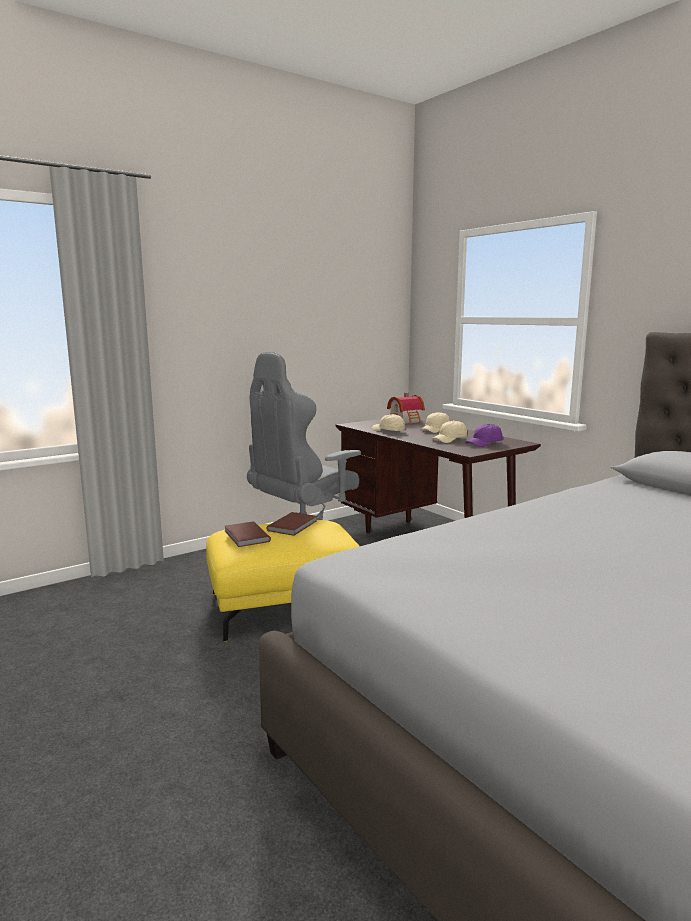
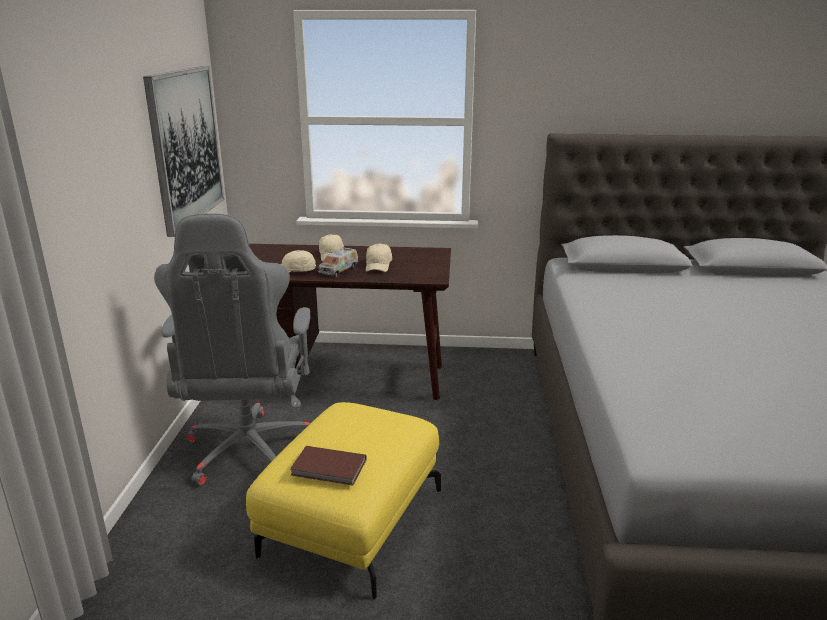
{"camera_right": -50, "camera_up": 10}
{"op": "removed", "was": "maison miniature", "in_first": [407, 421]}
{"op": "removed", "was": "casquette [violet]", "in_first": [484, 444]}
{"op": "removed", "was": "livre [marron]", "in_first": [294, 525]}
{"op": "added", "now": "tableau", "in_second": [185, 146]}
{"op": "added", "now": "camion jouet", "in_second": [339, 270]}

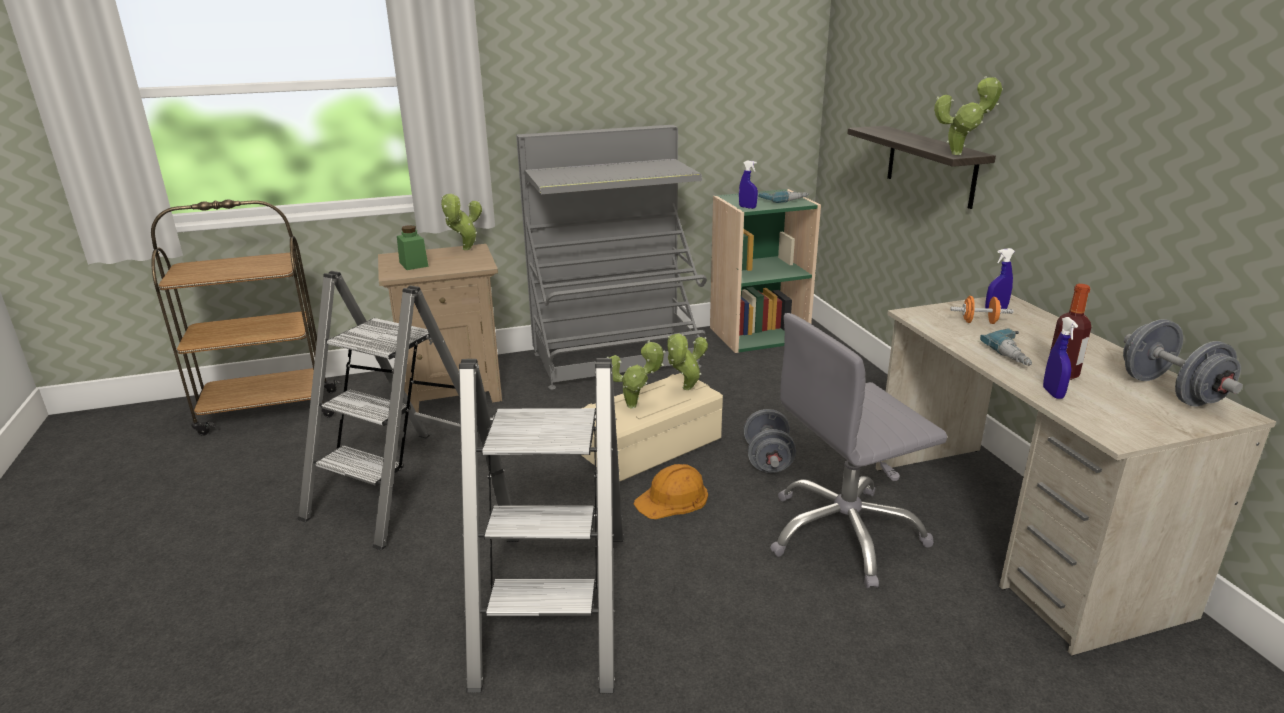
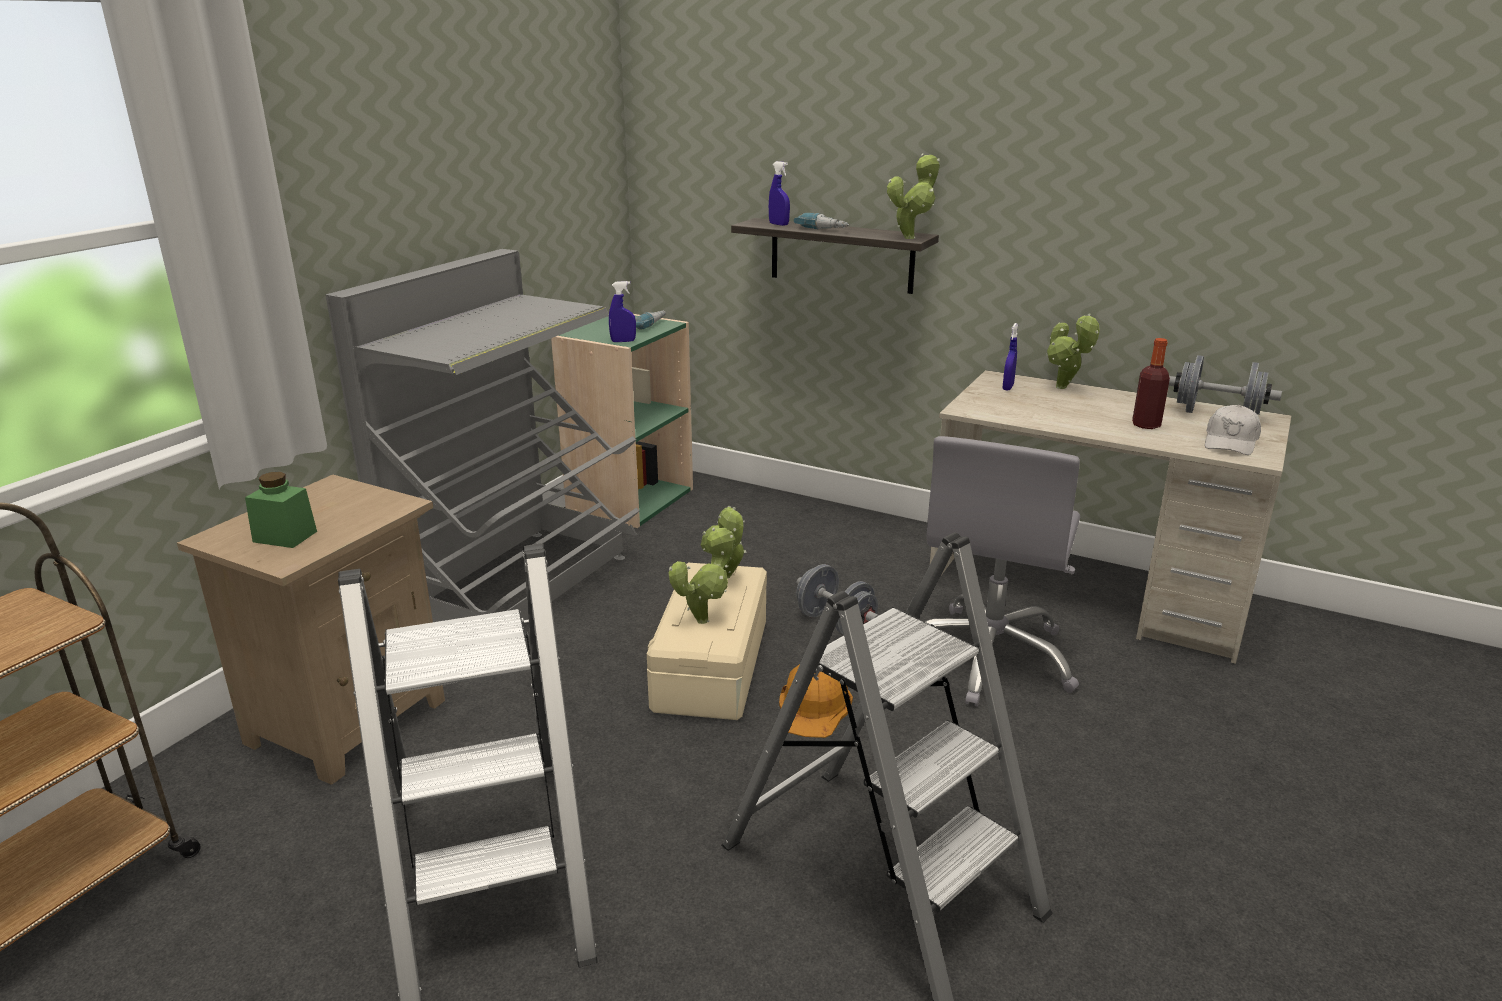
{"camera_right": -45, "camera_up": 0}
{"op": "moved", "was": "plante en pot", "in_first": [465, 250], "in_second": [1064, 388]}
{"op": "removed", "was": "haltère [orange]", "in_first": [979, 322]}
{"op": "moved", "was": "vaporisateur [bleu]", "in_first": [1053, 393], "in_second": [779, 224]}
{"op": "moved", "was": "perceuse", "in_first": [1016, 355], "in_second": [825, 228]}
{"op": "added", "now": "casquette [blanc]", "in_second": [1231, 442]}

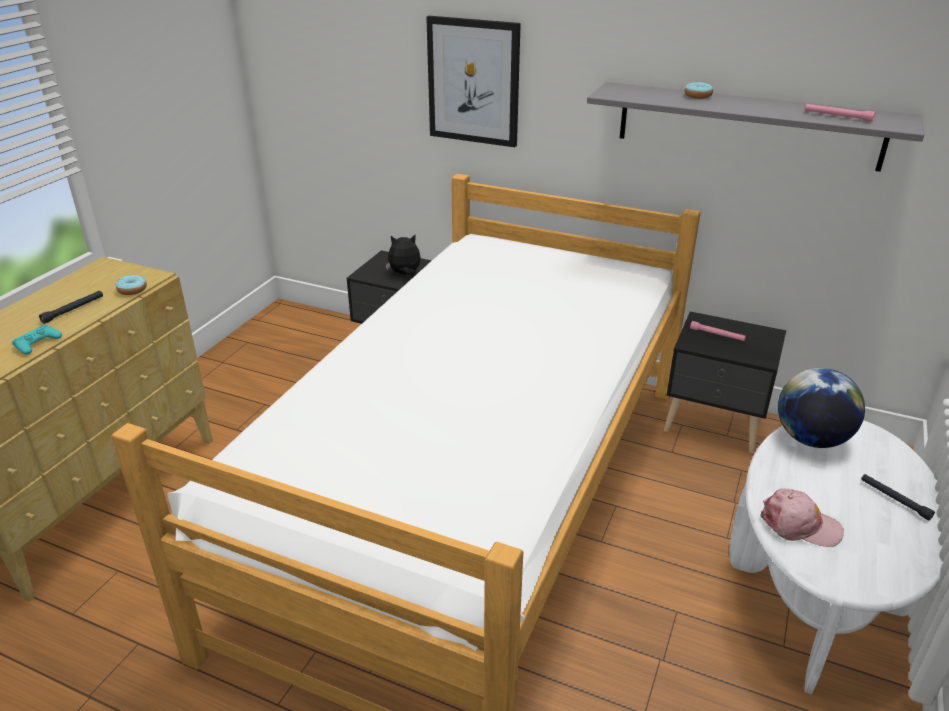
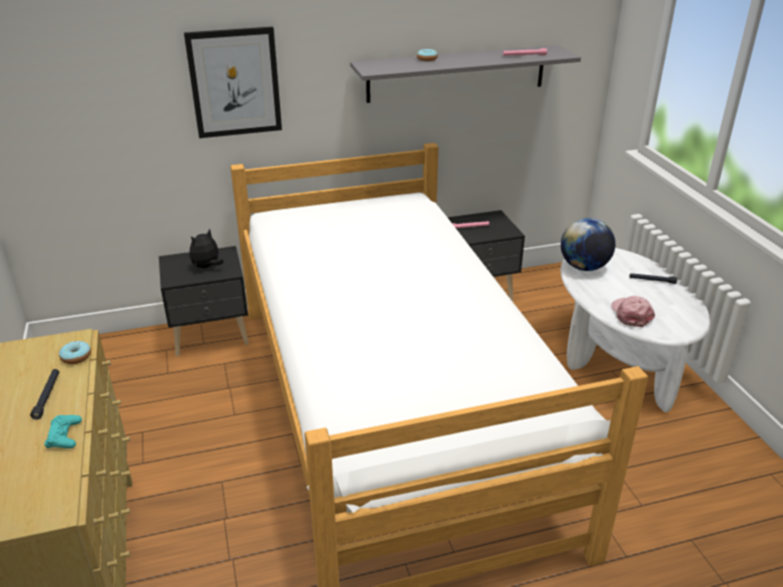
{"camera_right": -40, "camera_up": 0}
{"op": "turned", "was": "casquette [rose]", "in_first": [799, 525], "in_second": [631, 314], "clockwise": -75}

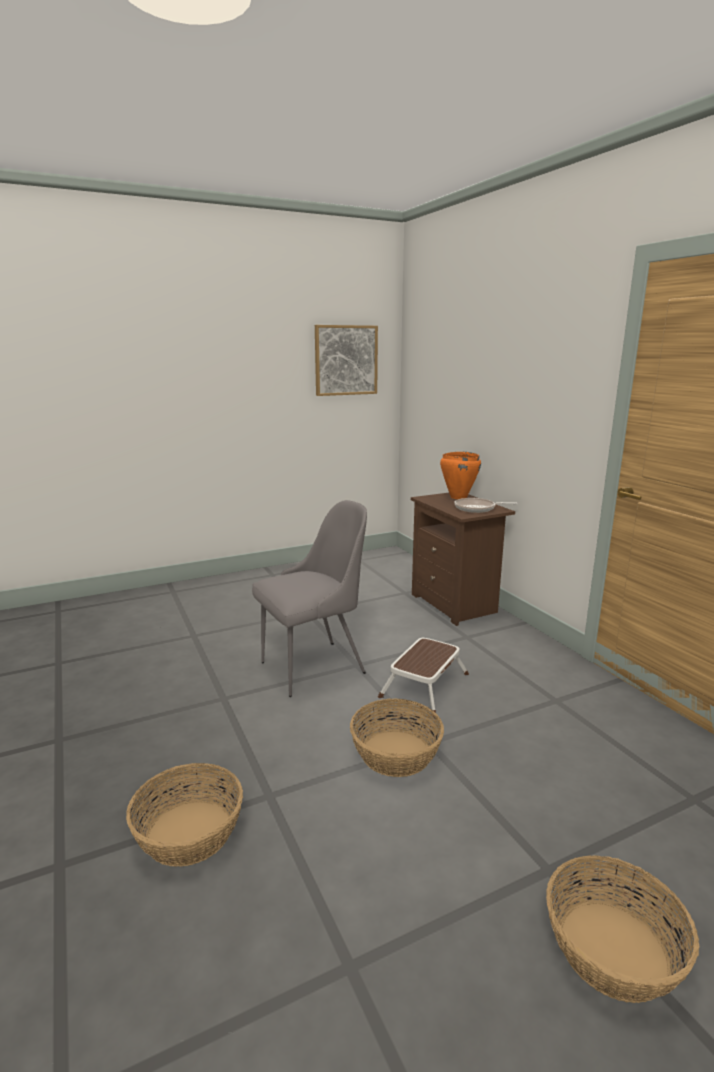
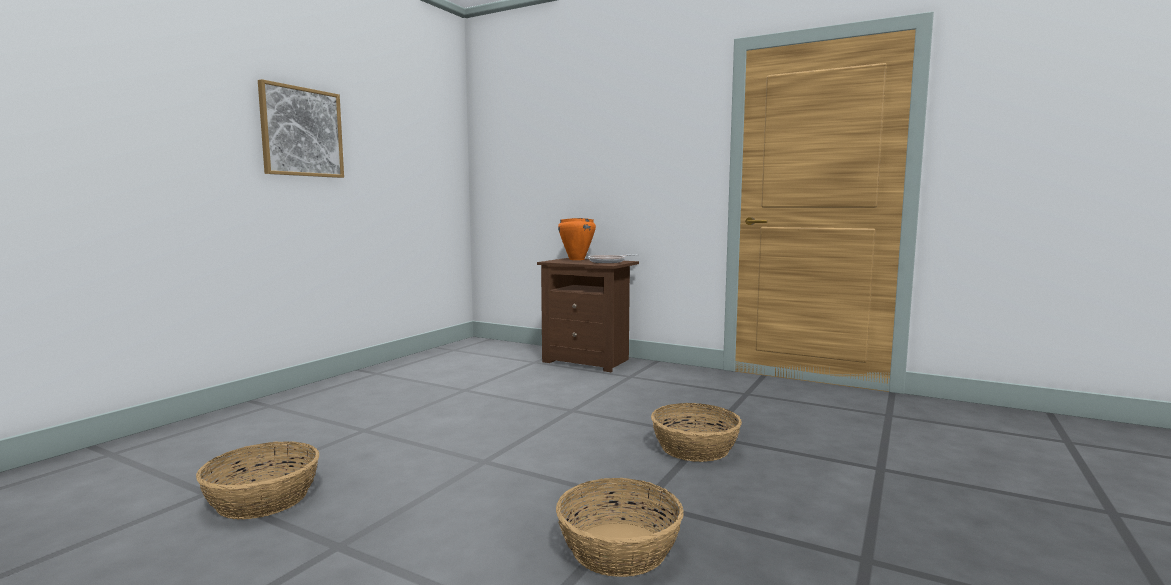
{"camera_right": -35, "camera_up": -10}
{"op": "moved", "was": "tableau", "in_first": [346, 360], "in_second": [301, 132]}
{"op": "removed", "was": "chaise [gris]", "in_first": [313, 667]}
{"op": "removed", "was": "escabeau [marron]", "in_first": [425, 685]}
{"op": "moved", "was": "panier", "in_first": [611, 948], "in_second": [262, 499]}

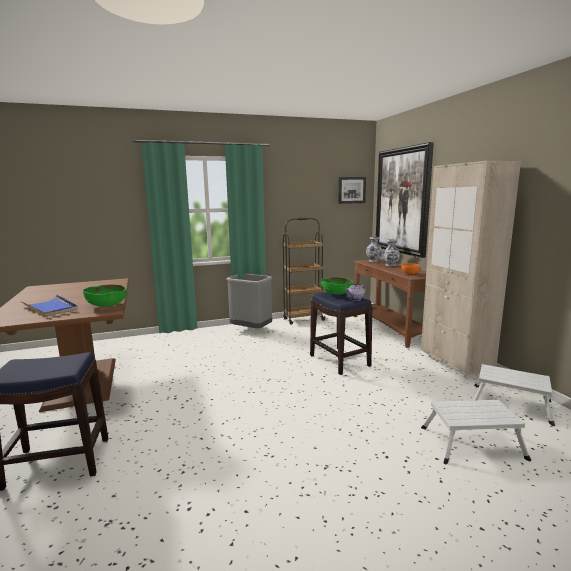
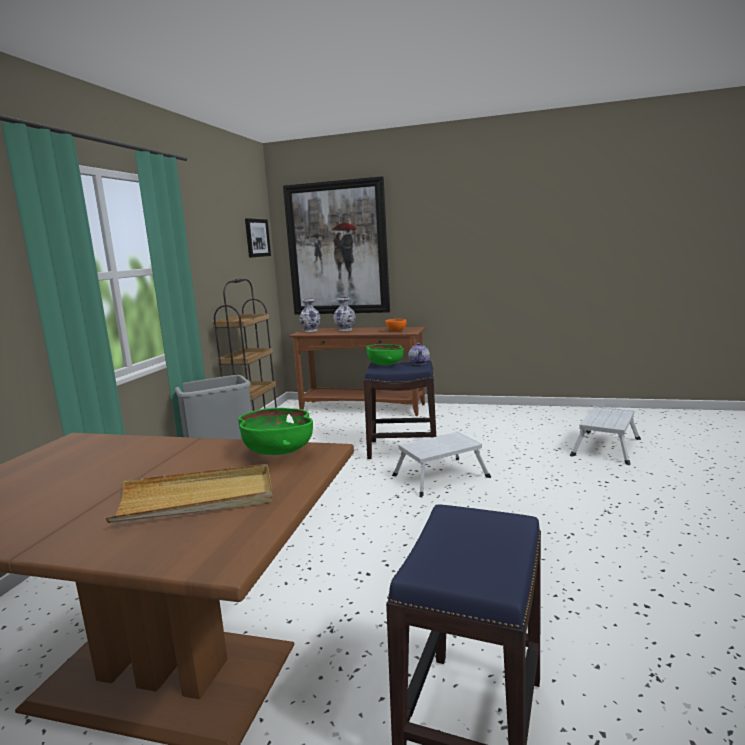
{"camera_right": -55, "camera_up": 0}
{"op": "removed", "was": "meuble de rangement [beige]", "in_first": [455, 364]}
{"op": "recoloured", "was": "plateau [bleu]", "now": "plateau [beige]", "in_first": [50, 308], "in_second": [197, 499]}
{"op": "moved", "was": "escabeau [blanc]", "in_first": [511, 404], "in_second": [441, 476]}

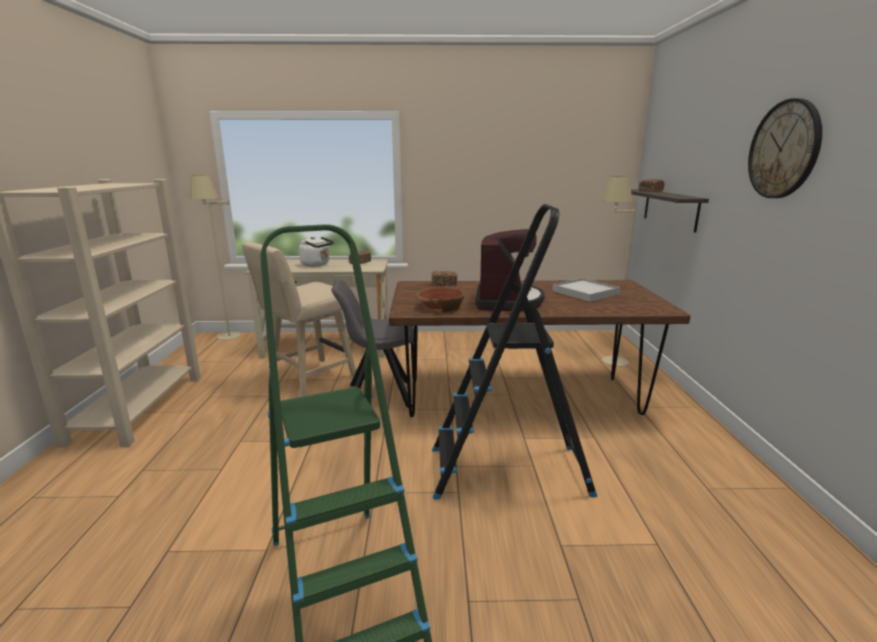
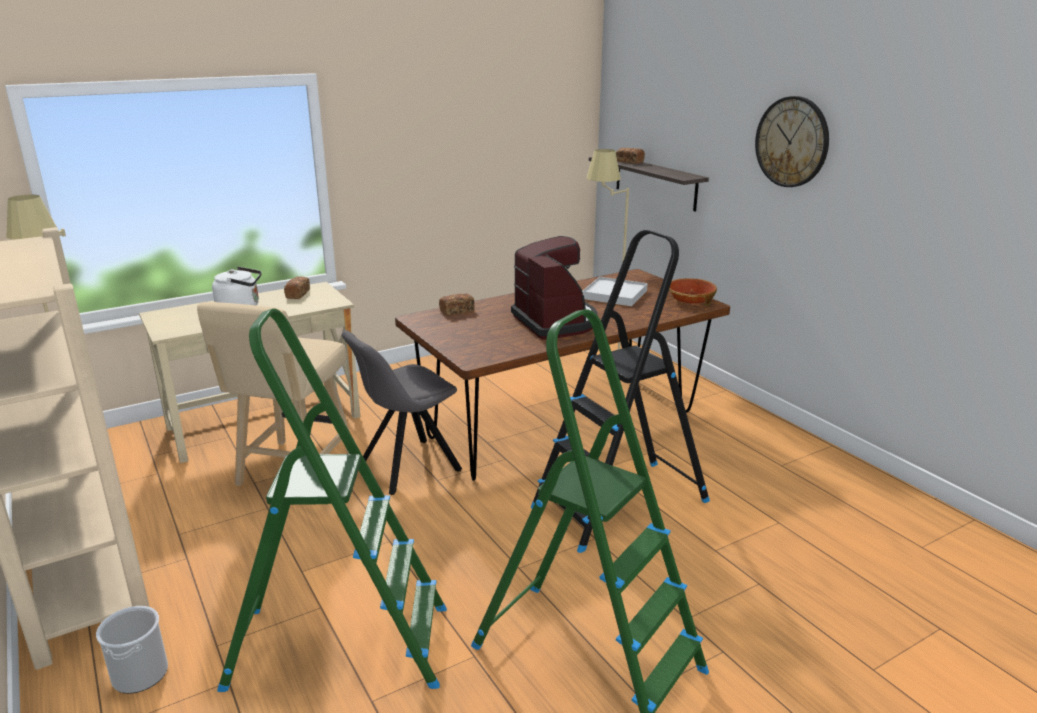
{"camera_right": -30, "camera_up": 5}
{"op": "moved", "was": "bol", "in_first": [440, 307], "in_second": [690, 300]}
{"op": "added", "now": "escabeau [vert]", "in_second": [341, 647]}
{"op": "added", "now": "seau", "in_second": [140, 674]}

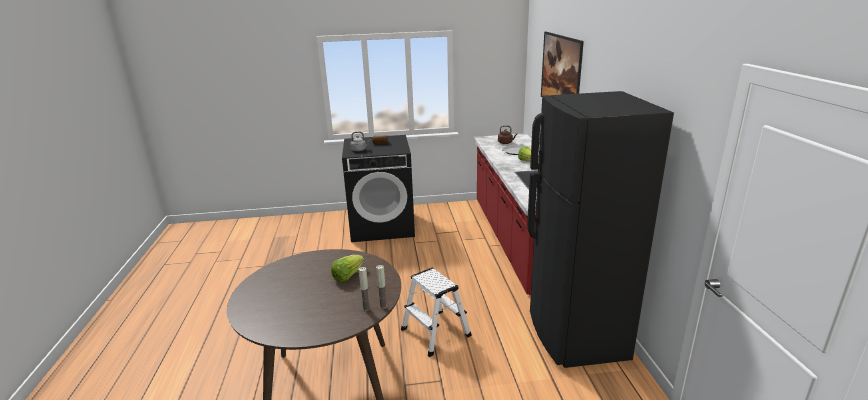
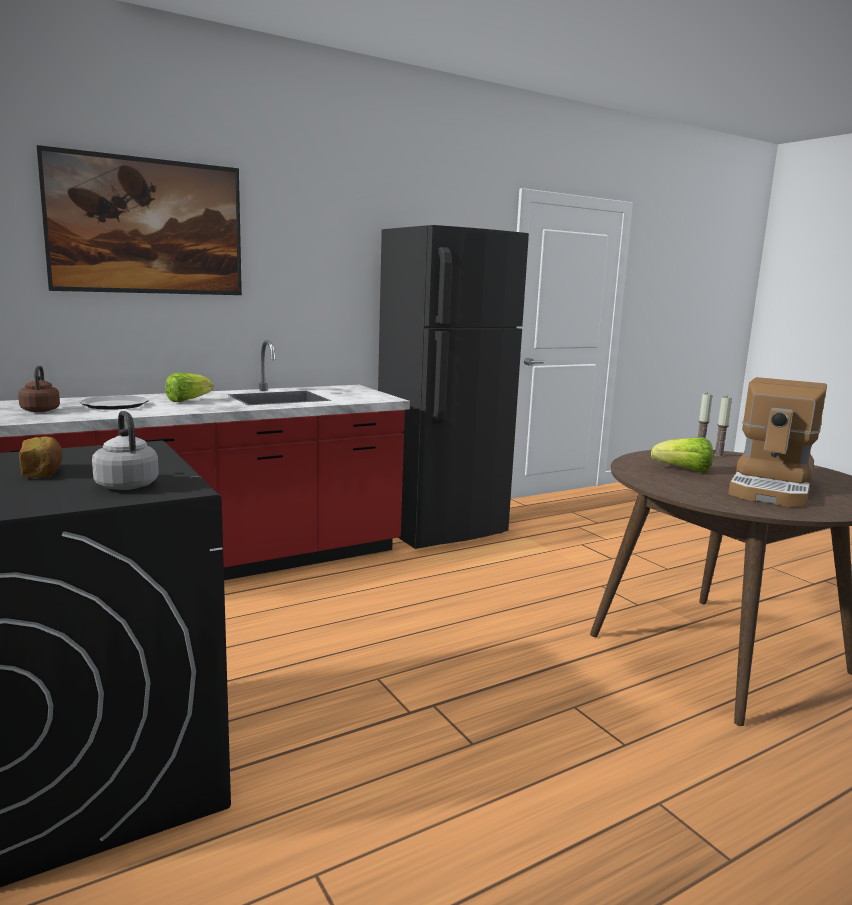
{"camera_right": -115, "camera_up": -10}
{"op": "removed", "was": "escabeau [blanc]", "in_first": [436, 332]}
{"op": "added", "now": "machine à café", "in_second": [772, 488]}

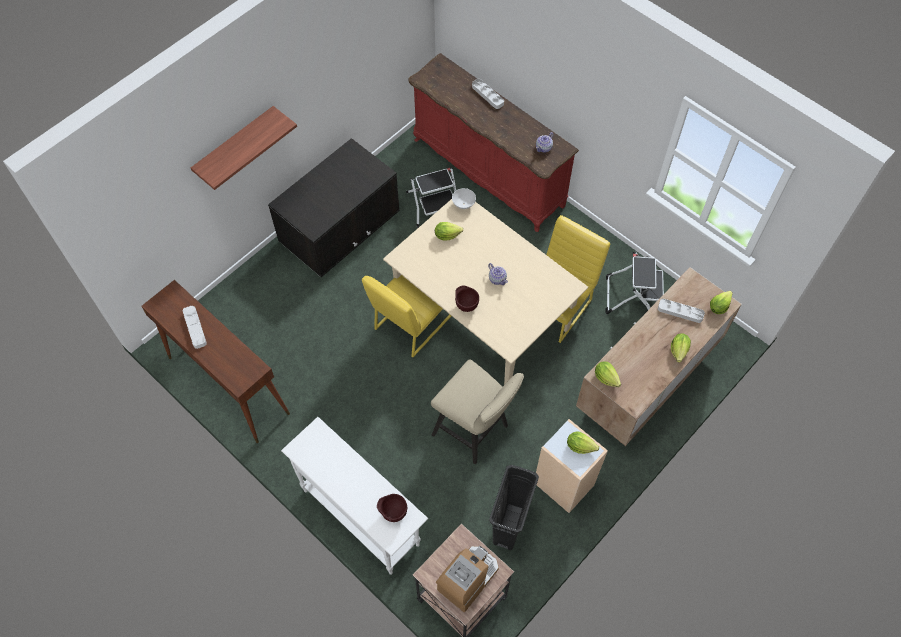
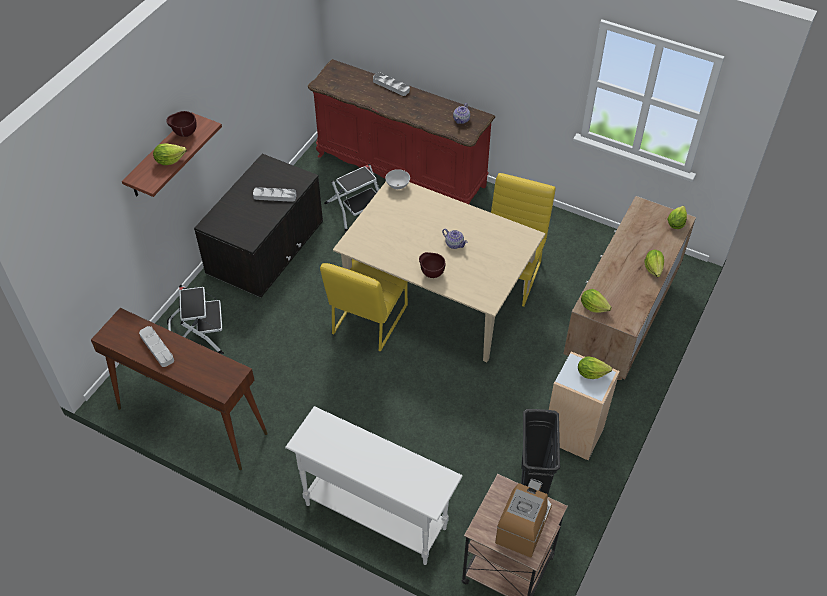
{"camera_right": -15, "camera_up": -10}
{"op": "moved", "was": "laitue", "in_first": [447, 235], "in_second": [169, 160]}
{"op": "moved", "was": "escabeau", "in_first": [632, 296], "in_second": [196, 334]}
{"op": "moved", "was": "plateau [gris]", "in_first": [680, 312], "in_second": [275, 196]}
{"op": "removed", "was": "tabouret [beige]", "in_first": [474, 432]}
{"op": "moved", "was": "bol [marron]", "in_first": [393, 512], "in_second": [184, 134]}

